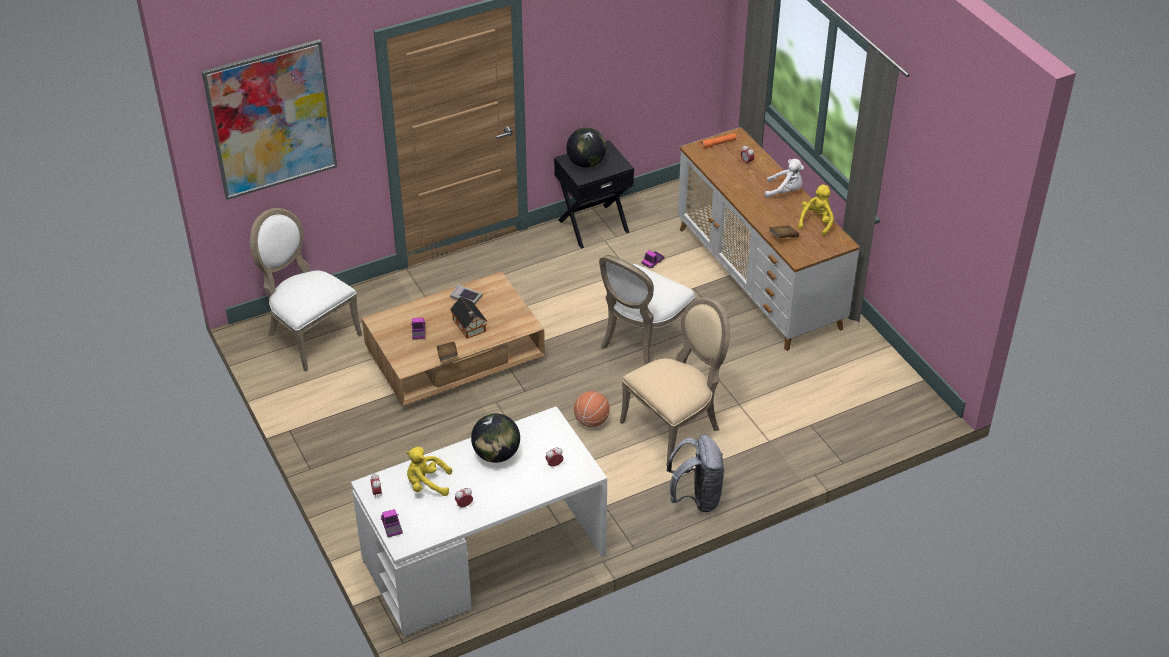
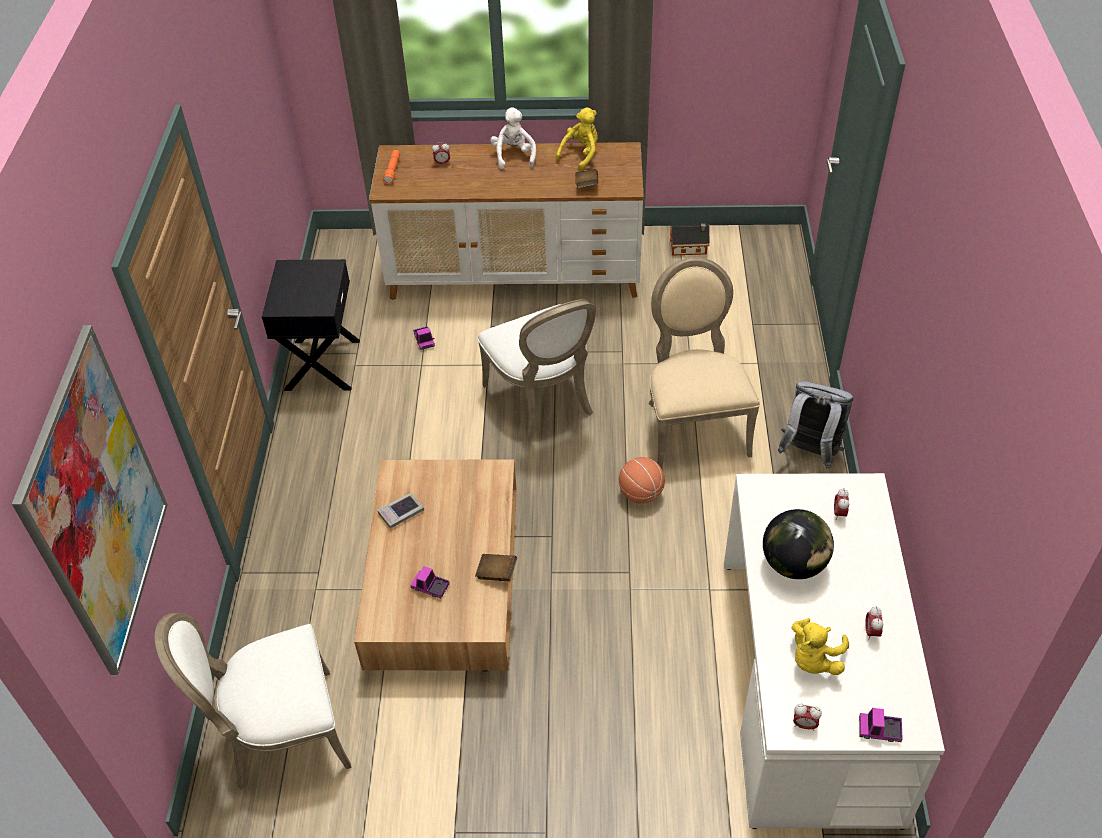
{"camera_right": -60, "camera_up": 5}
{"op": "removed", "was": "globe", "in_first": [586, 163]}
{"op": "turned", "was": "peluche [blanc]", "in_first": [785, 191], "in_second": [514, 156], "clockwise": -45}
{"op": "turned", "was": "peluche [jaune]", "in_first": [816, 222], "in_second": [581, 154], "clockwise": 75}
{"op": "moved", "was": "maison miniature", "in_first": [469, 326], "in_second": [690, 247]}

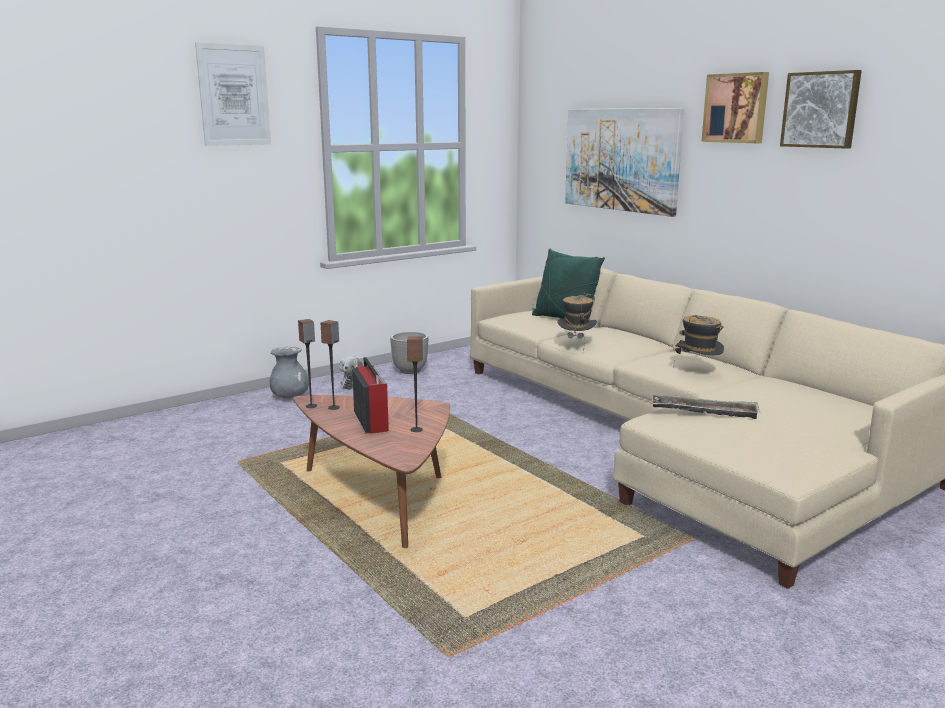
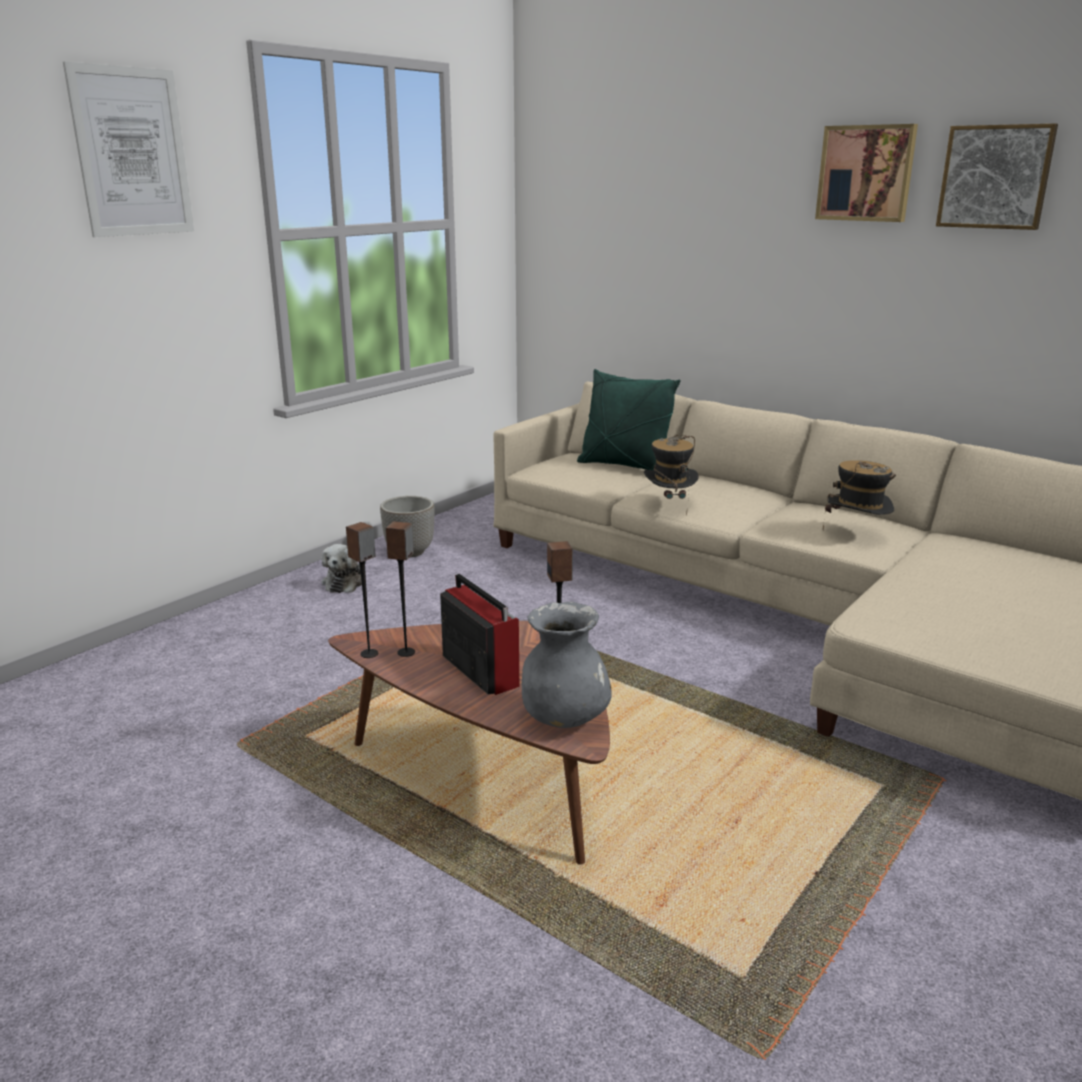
{"camera_right": -15, "camera_up": 5}
{"op": "removed", "was": "tableau", "in_first": [621, 159]}
{"op": "moved", "was": "vase [gris]", "in_first": [290, 397], "in_second": [564, 718]}
{"op": "removed", "was": "plateau", "in_first": [704, 411]}

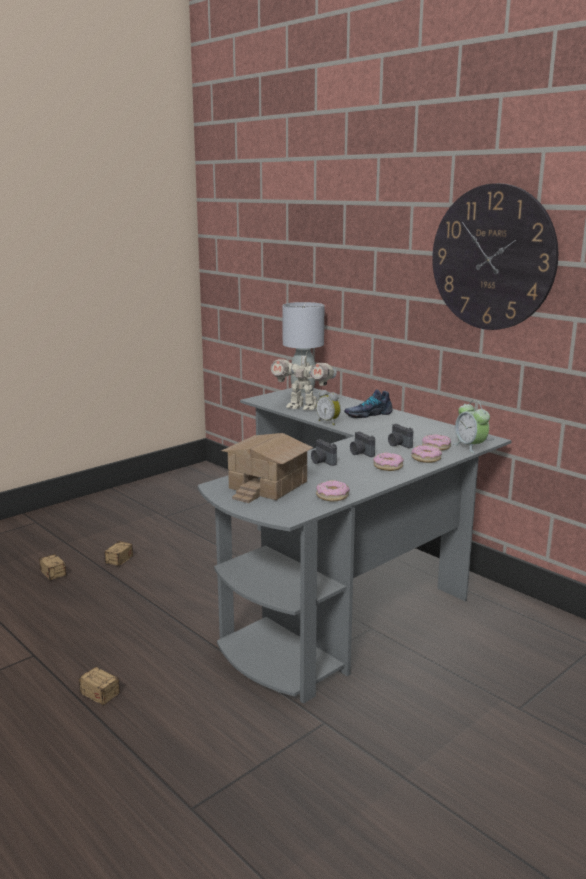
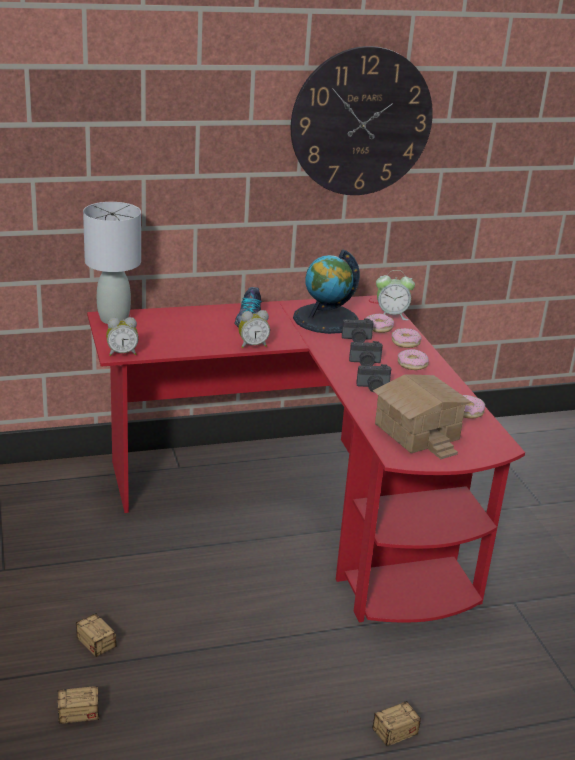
{"camera_right": -65, "camera_up": 10}
{"op": "removed", "was": "robot jouet", "in_first": [303, 408]}
{"op": "recoloured", "was": "bureau [gris]", "now": "bureau [rouge]", "in_first": [346, 586], "in_second": [306, 506]}
{"op": "added", "now": "globe", "in_second": [325, 319]}
{"op": "added", "now": "réveil", "in_second": [122, 353]}

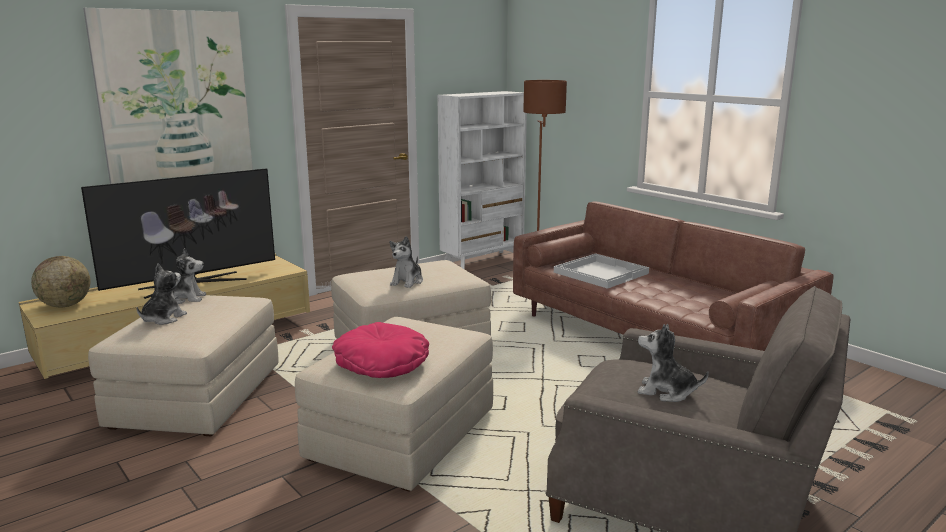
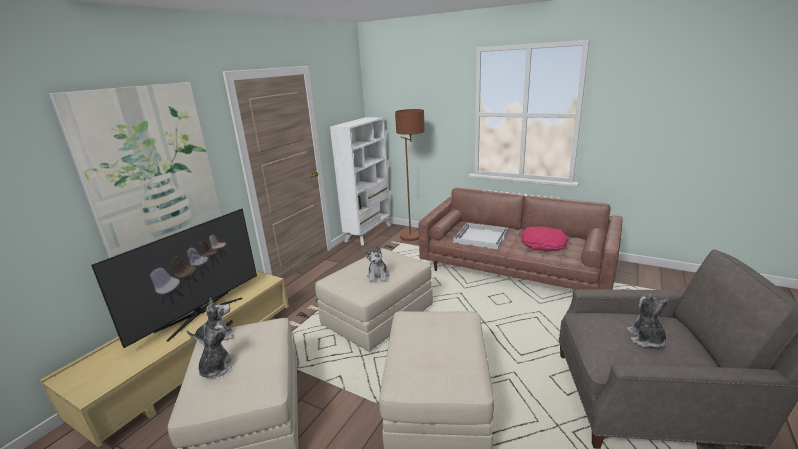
{"camera_right": -20, "camera_up": 5}
{"op": "removed", "was": "globe", "in_first": [65, 305]}
{"op": "moved", "was": "coussin [rose]", "in_first": [383, 364], "in_second": [543, 245]}
{"op": "turned", "was": "peluche", "in_first": [666, 392], "in_second": [646, 339], "clockwise": 90}

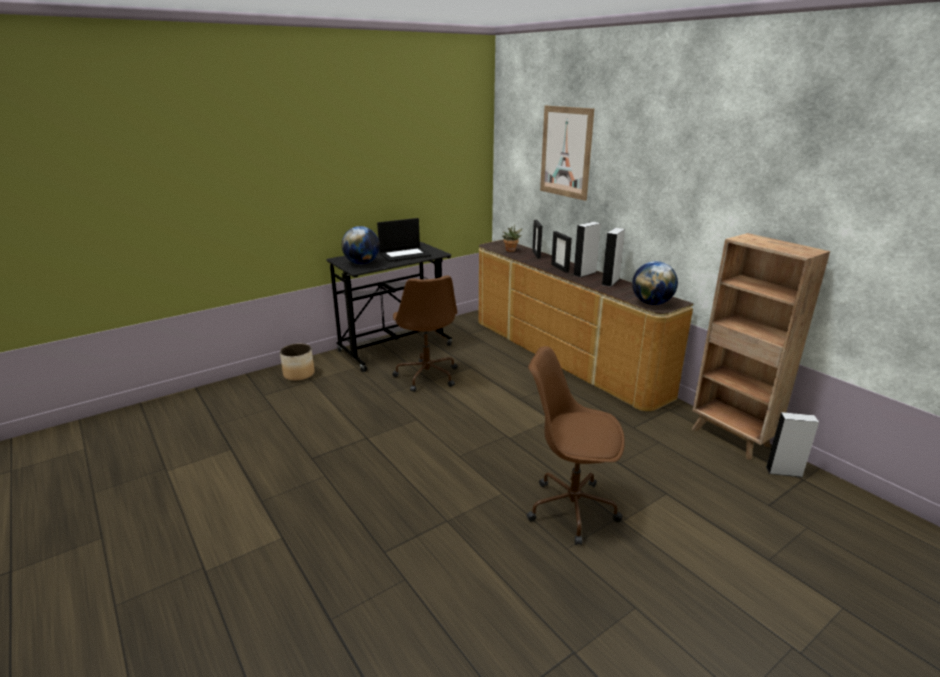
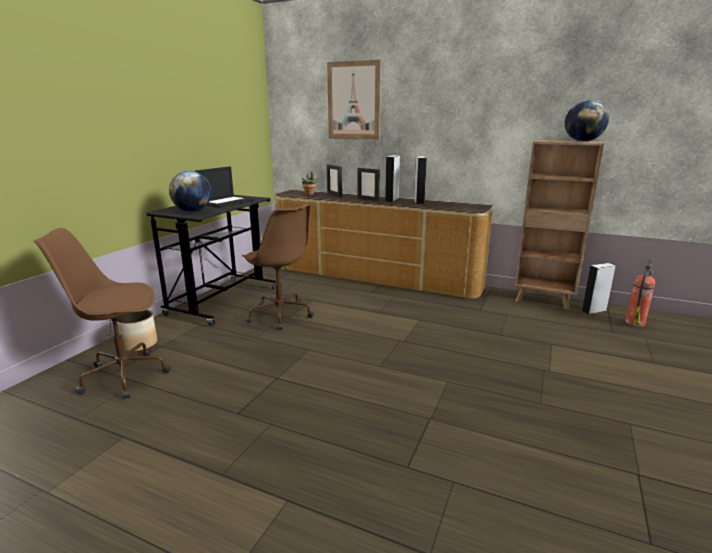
{"camera_right": -30, "camera_up": -5}
{"op": "moved", "was": "globe", "in_first": [651, 303], "in_second": [582, 141]}
{"op": "moved", "was": "chaise de bureau [marron]", "in_first": [569, 509], "in_second": [122, 376]}
{"op": "added", "now": "extincteur", "in_second": [635, 322]}

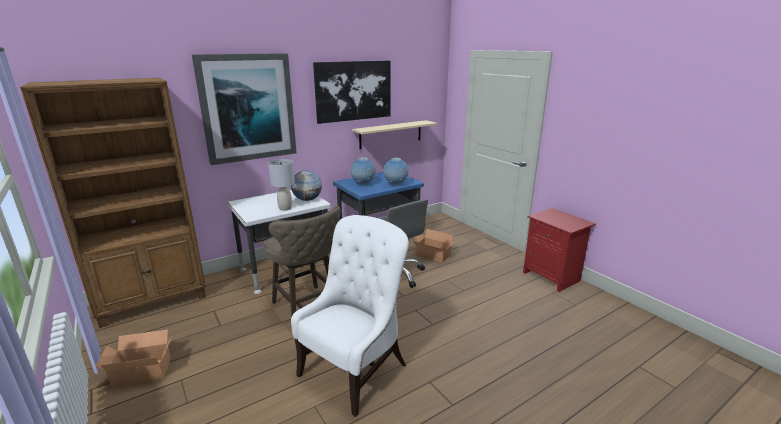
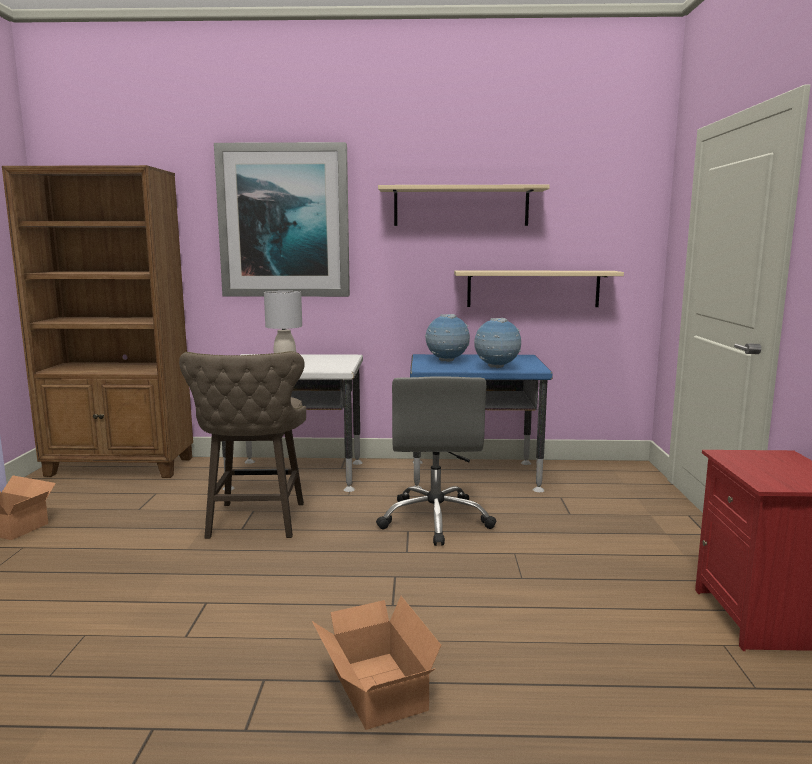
{"camera_right": 35, "camera_up": -10}
{"op": "replaced", "was": "tableau", "now": "étagère [beige]", "in_first": [353, 91], "in_second": [461, 206]}
{"op": "removed", "was": "globe", "in_first": [307, 199]}
{"op": "removed", "was": "chaise [blanc]", "in_first": [354, 369]}
{"op": "moved", "was": "carton", "in_first": [433, 255], "in_second": [375, 691]}

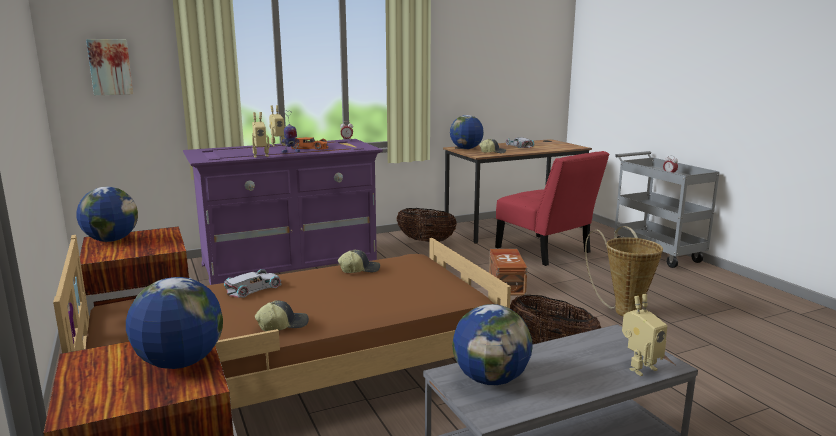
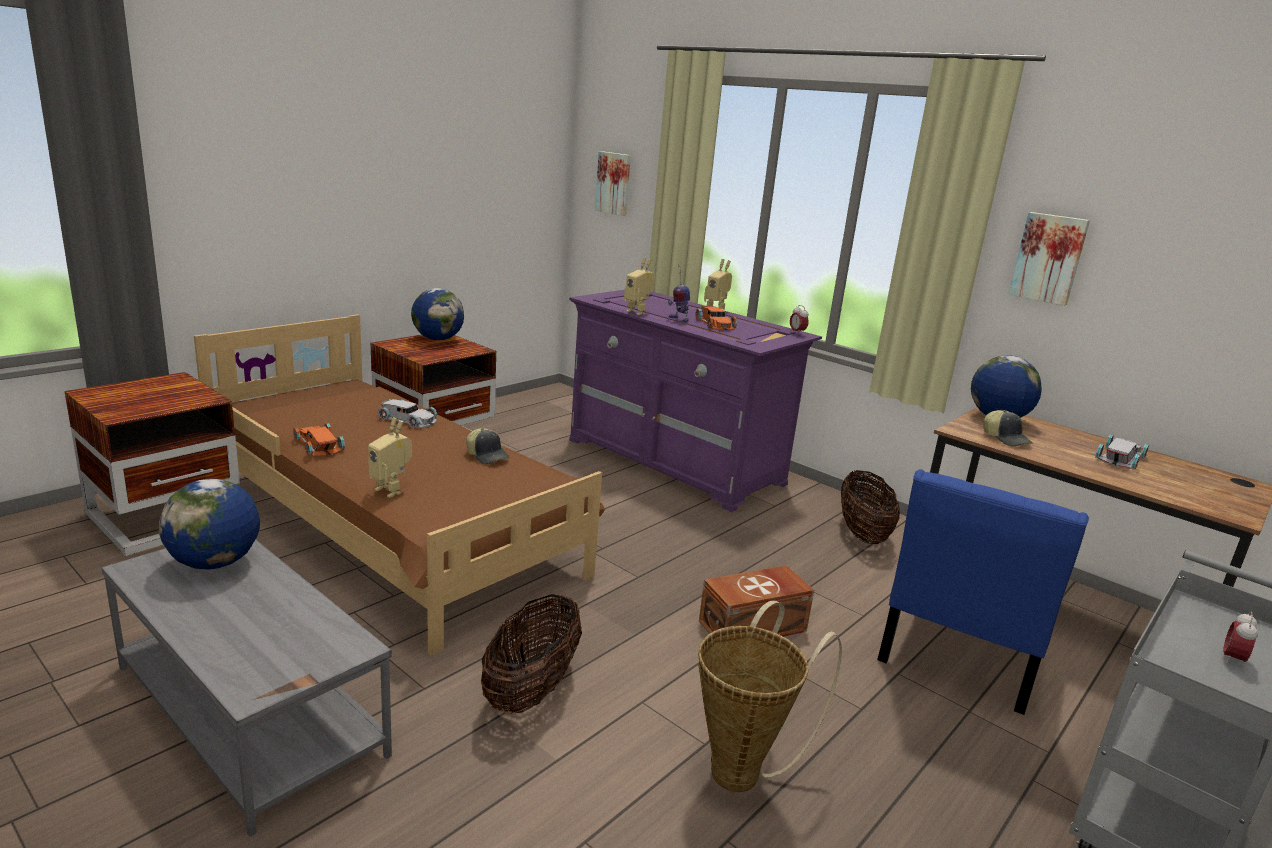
{"camera_right": 65, "camera_up": 5}
{"op": "recoloured", "was": "chaise [rouge]", "now": "chaise [bleu]", "in_first": [546, 252], "in_second": [957, 657]}
{"op": "removed", "was": "globe", "in_first": [180, 363]}
{"op": "moved", "was": "robot jouet", "in_first": [639, 367], "in_second": [391, 490]}
{"op": "replaced", "was": "casquette", "now": "petite voiture [orange]", "in_first": [282, 325], "in_second": [319, 444]}
{"op": "added", "now": "tableau", "in_second": [1049, 258]}

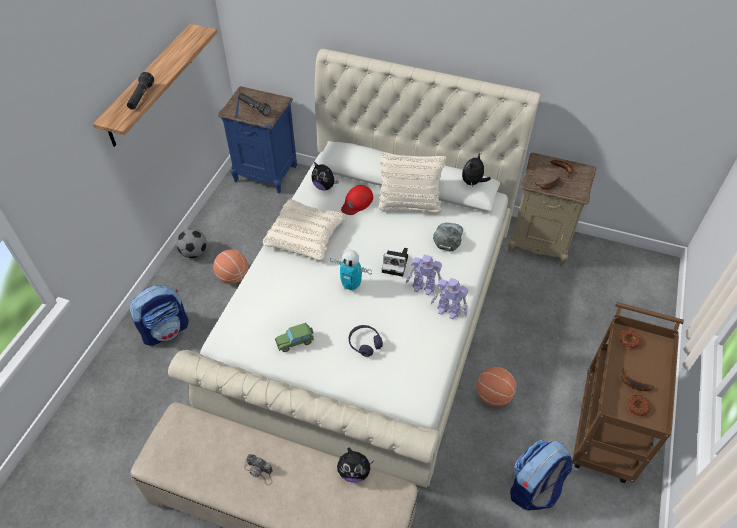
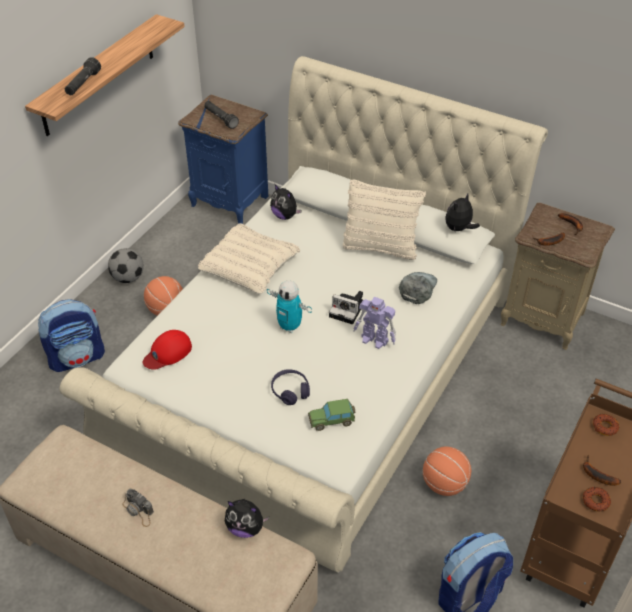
{"camera_right": 10, "camera_up": -5}
{"op": "moved", "was": "casquette [rouge]", "in_first": [357, 202], "in_second": [167, 352]}
{"op": "removed", "was": "robot jouet", "in_first": [449, 311]}
{"op": "moved", "was": "petite voiture", "in_first": [295, 342], "in_second": [332, 420]}

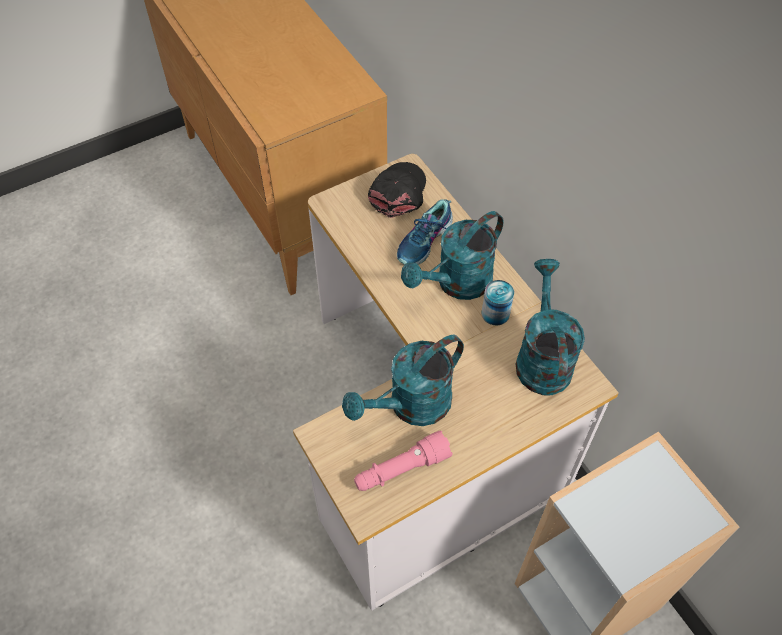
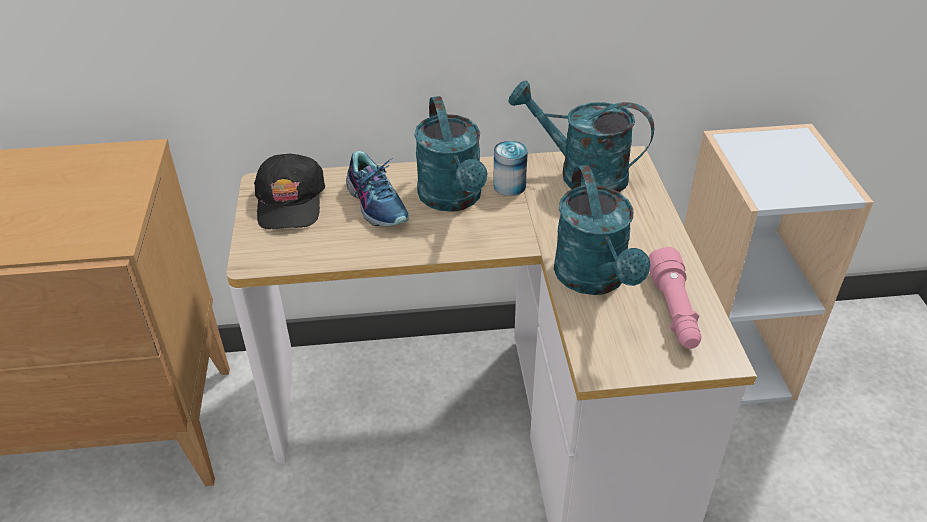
{"camera_right": -65, "camera_up": -15}
{"op": "turned", "was": "casquette [noir]", "in_first": [398, 192], "in_second": [290, 202], "clockwise": -135}

